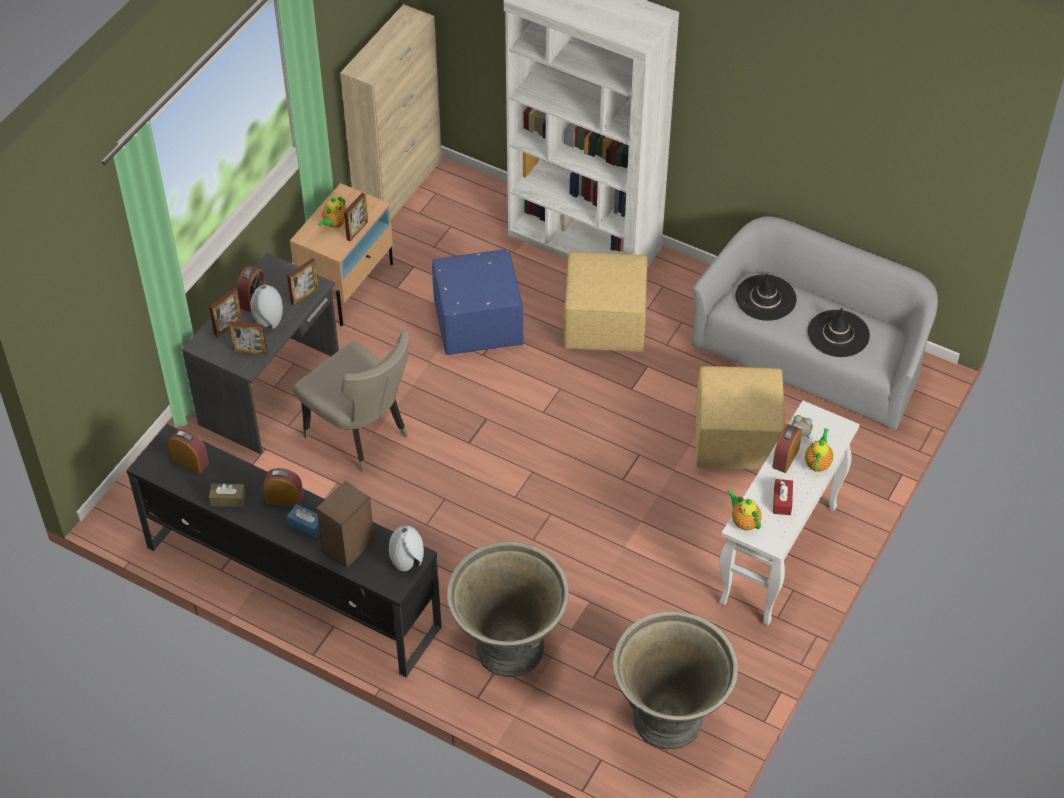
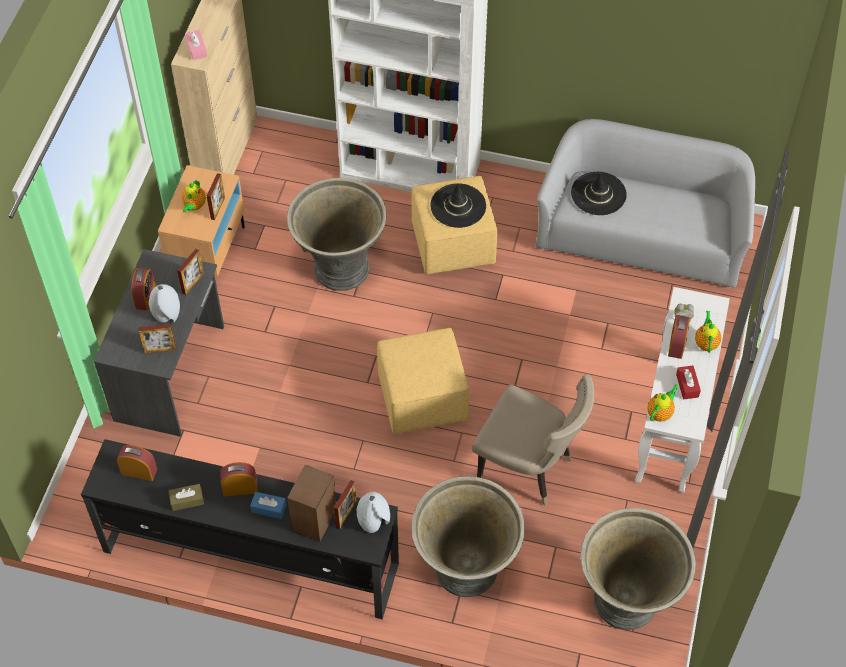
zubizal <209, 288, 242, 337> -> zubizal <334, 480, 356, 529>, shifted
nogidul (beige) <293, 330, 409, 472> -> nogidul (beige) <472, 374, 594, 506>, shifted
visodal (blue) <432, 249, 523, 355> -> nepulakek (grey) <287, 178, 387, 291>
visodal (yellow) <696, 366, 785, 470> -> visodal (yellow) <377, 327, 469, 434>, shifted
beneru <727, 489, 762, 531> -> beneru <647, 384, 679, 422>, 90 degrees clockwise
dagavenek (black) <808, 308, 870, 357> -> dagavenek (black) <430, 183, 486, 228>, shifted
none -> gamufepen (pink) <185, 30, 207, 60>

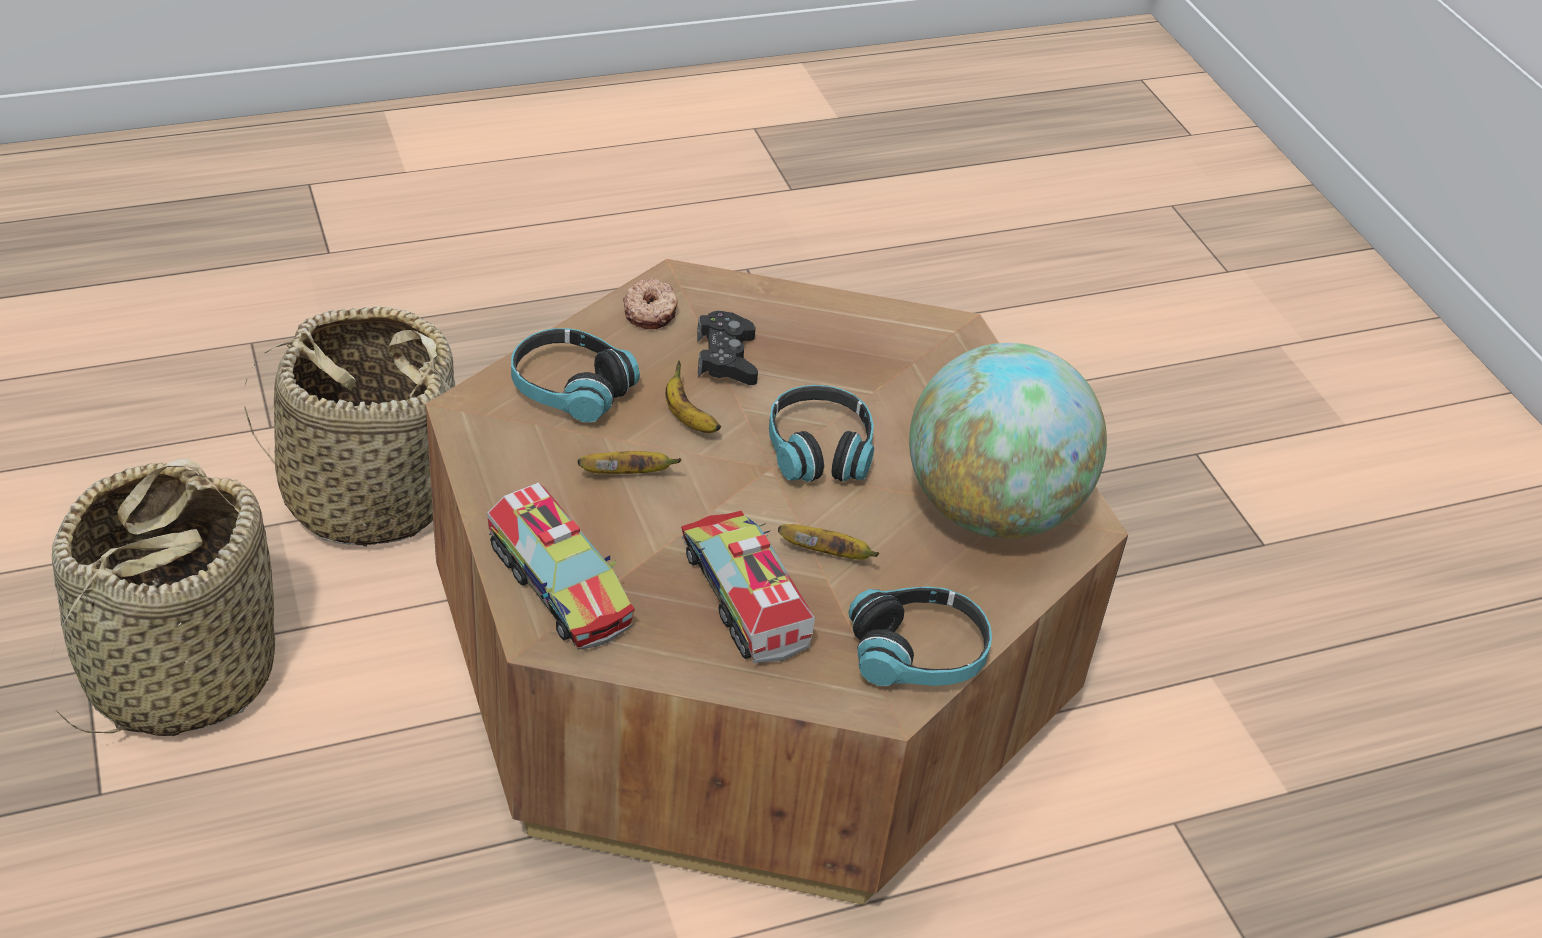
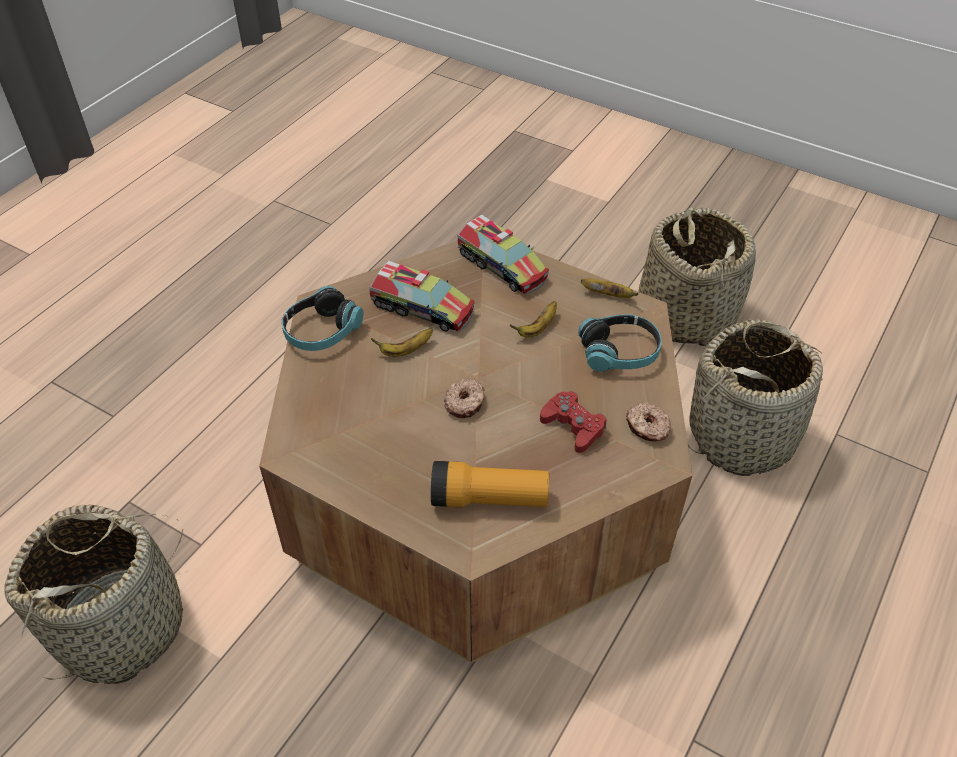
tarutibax <487, 483, 635, 650> -> tarutibax <457, 215, 549, 295>, 150 degrees counterclockwise
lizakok <665, 361, 721, 433> -> lizakok <581, 278, 639, 298>, shifted
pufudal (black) <697, 311, 758, 385> -> pufudal (red) <540, 391, 607, 453>
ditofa <769, 385, 874, 482> -> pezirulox <444, 378, 485, 418>
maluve <909, 343, 1107, 539> -> none
none -> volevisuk <4, 504, 183, 684>
none -> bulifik <431, 461, 549, 507>

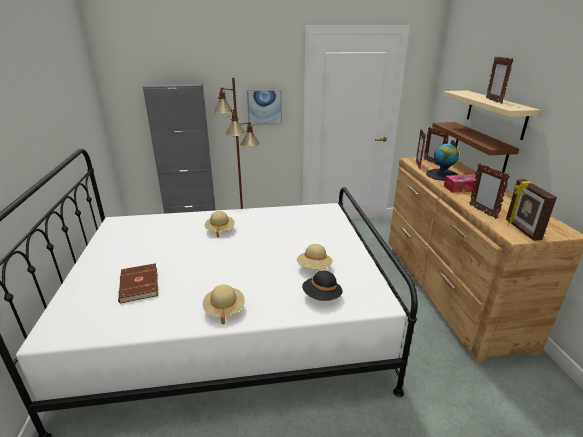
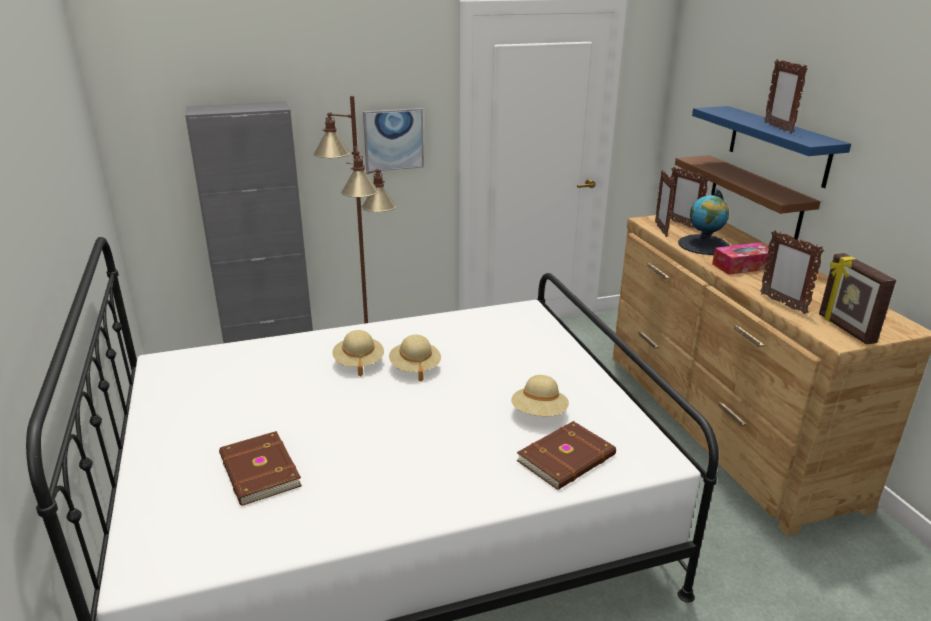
dagavenek (beige) <203, 285, 245, 324> -> dagavenek (beige) <389, 335, 441, 381>, shifted
dagavenek (black) <302, 271, 343, 301> -> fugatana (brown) <517, 421, 616, 490>
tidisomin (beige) <443, 90, 541, 140> -> tidisomin (blue) <692, 106, 851, 188>

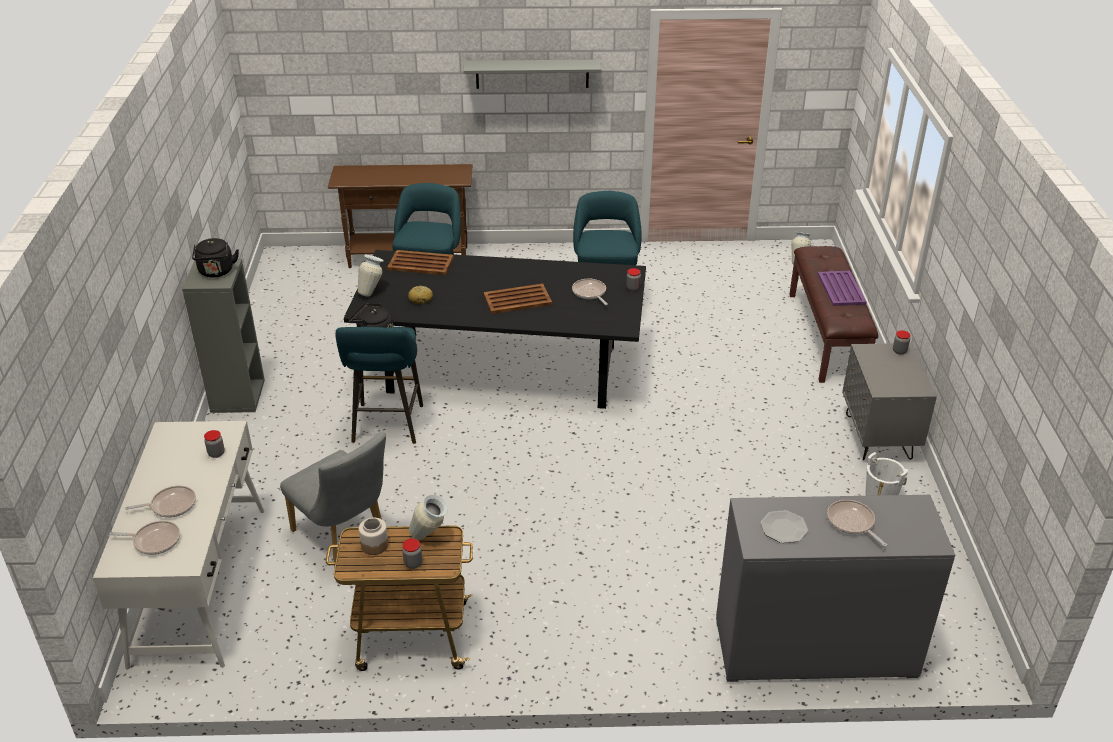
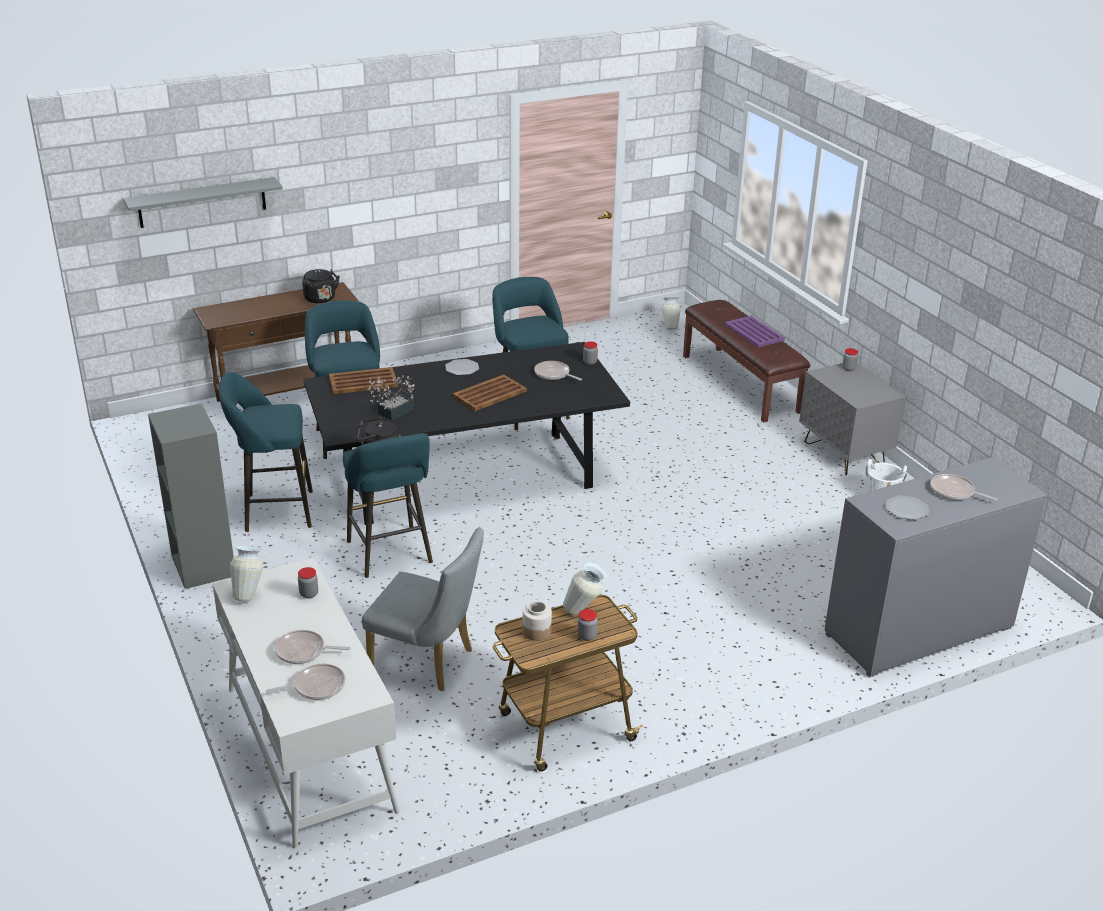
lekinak <125, 486, 196, 518> -> lekinak <275, 630, 351, 664>, 135 degrees counterclockwise
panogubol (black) <192, 238, 239, 277> -> panogubol (black) <302, 269, 340, 303>, shifted
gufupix <358, 255, 384, 297> -> gufupix <230, 546, 263, 602>, shifted
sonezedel <408, 286, 433, 304> -> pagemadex <368, 375, 415, 420>
tidisomin (grey) <463, 60, 601, 89> -> tidisomin (grey) <123, 177, 283, 228>, shifted
none -> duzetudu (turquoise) <219, 372, 313, 532>
none -> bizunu <445, 359, 479, 375>

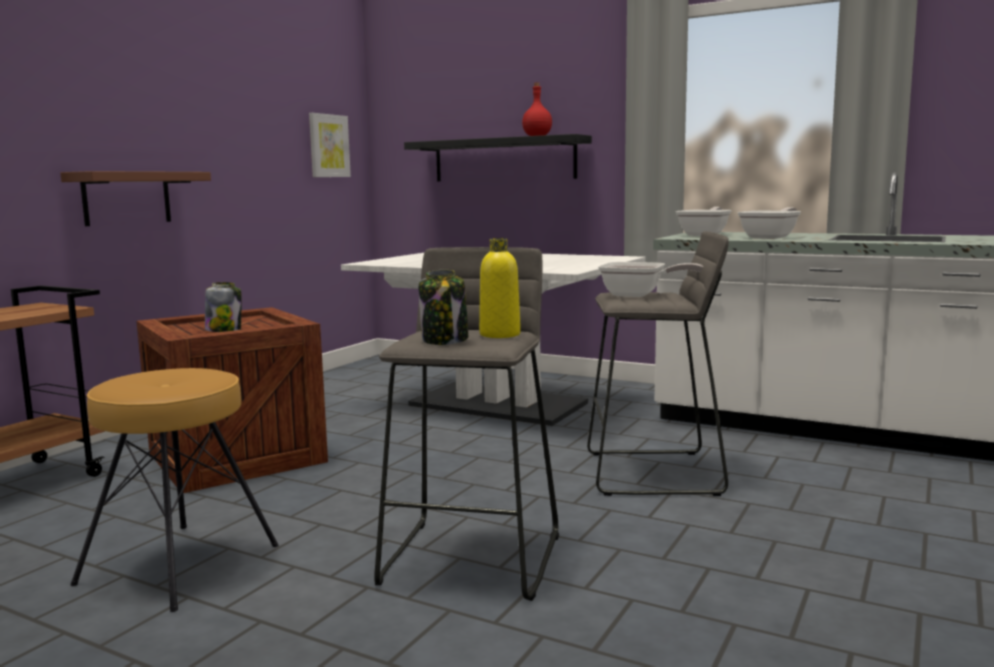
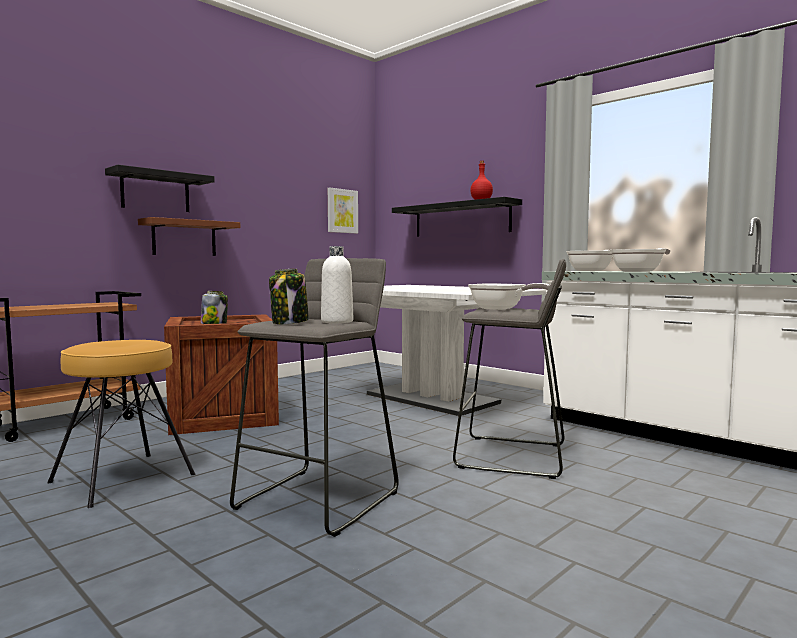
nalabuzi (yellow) <479, 238, 521, 338> -> nalabuzi (white) <321, 246, 353, 323>
none -> tidisomin (black) <105, 165, 215, 212>

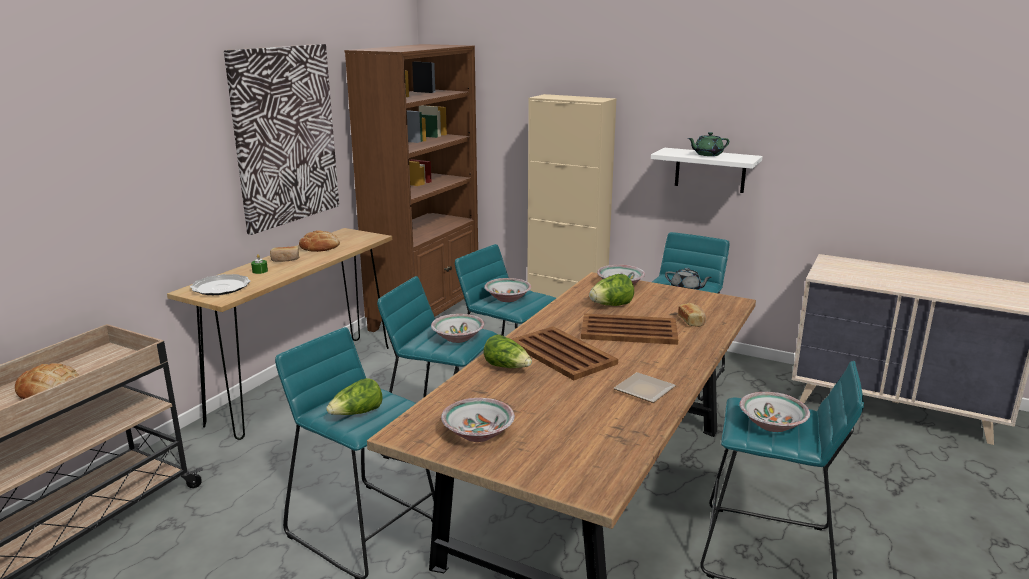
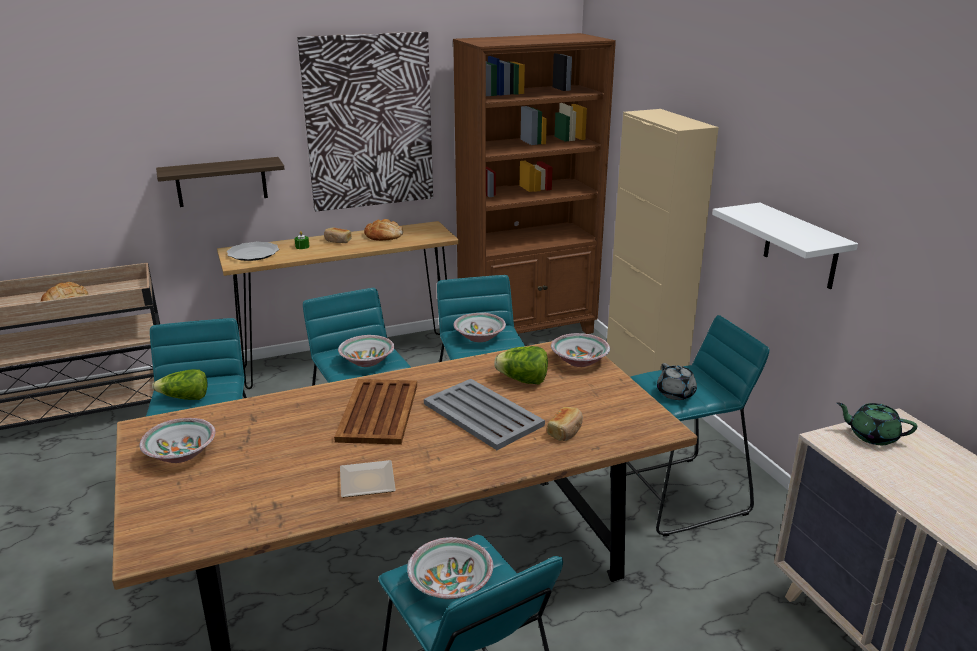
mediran <484, 334, 532, 368> -> none
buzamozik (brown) <581, 313, 678, 345> -> buzamozik (grey) <424, 379, 545, 450>
beneru (green) <688, 132, 729, 156> -> beneru (green) <837, 402, 917, 445>, shifted
none -> tidisomin <156, 157, 285, 207>

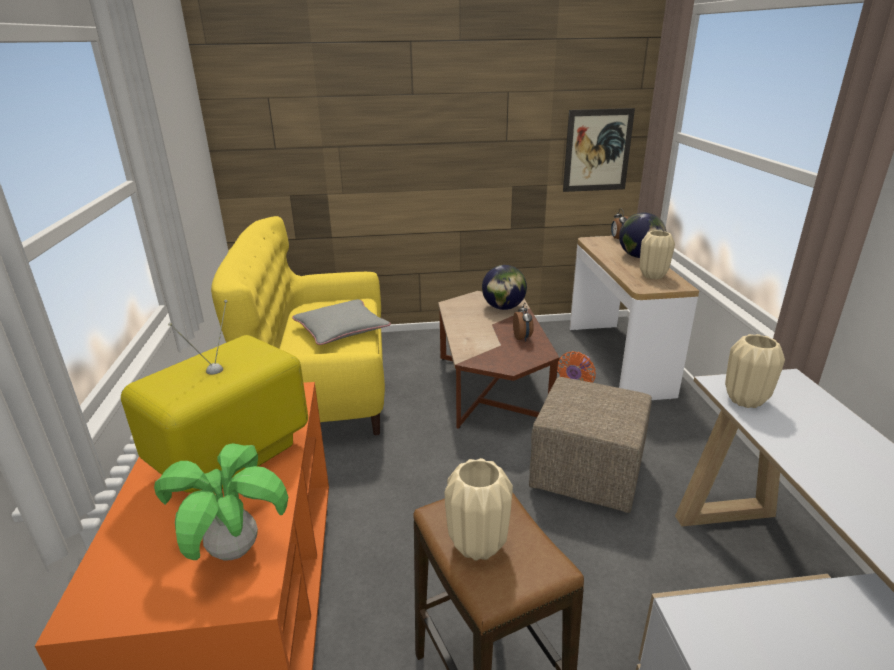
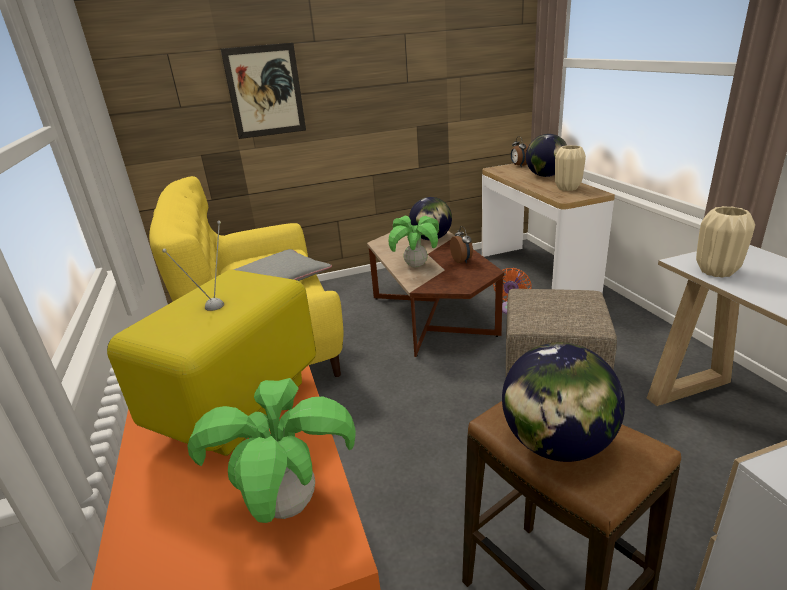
gufupix (beige) <444, 458, 513, 561> -> maluve <502, 342, 625, 462>
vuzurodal <563, 108, 635, 192> -> vuzurodal <221, 43, 306, 139>, shifted
none -> pagemadex <389, 216, 439, 268>

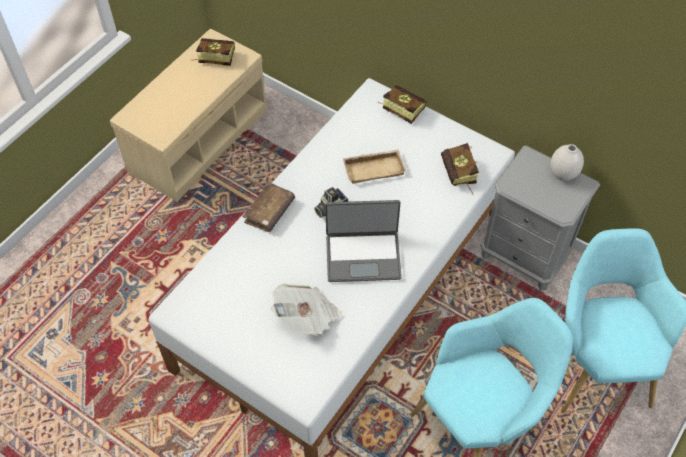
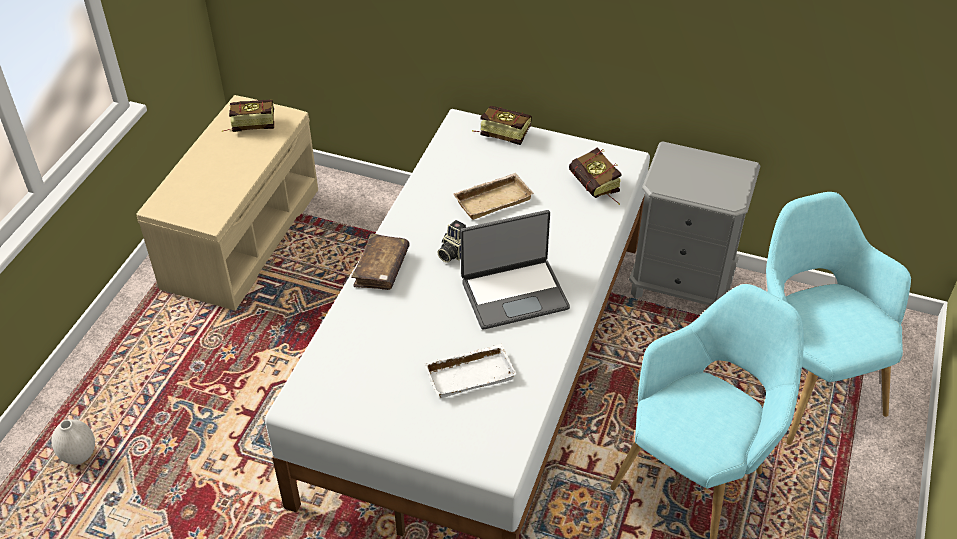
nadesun <271, 284, 342, 336> -> buzamozik (white) <424, 344, 517, 398>
gufupix (white) <550, 144, 584, 181> -> gufupix (white) <52, 419, 95, 464>, shifted

